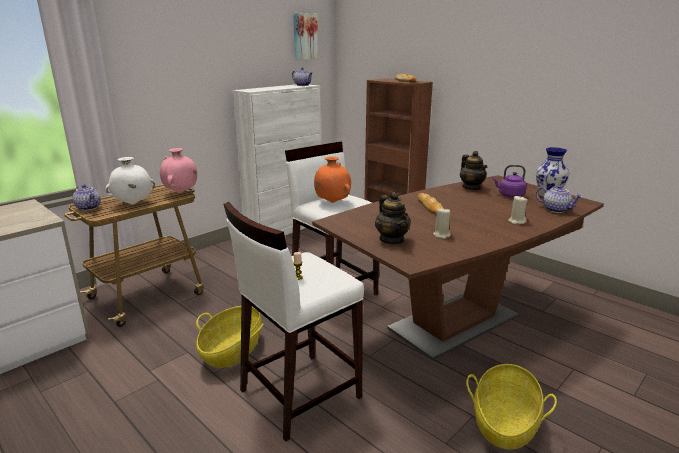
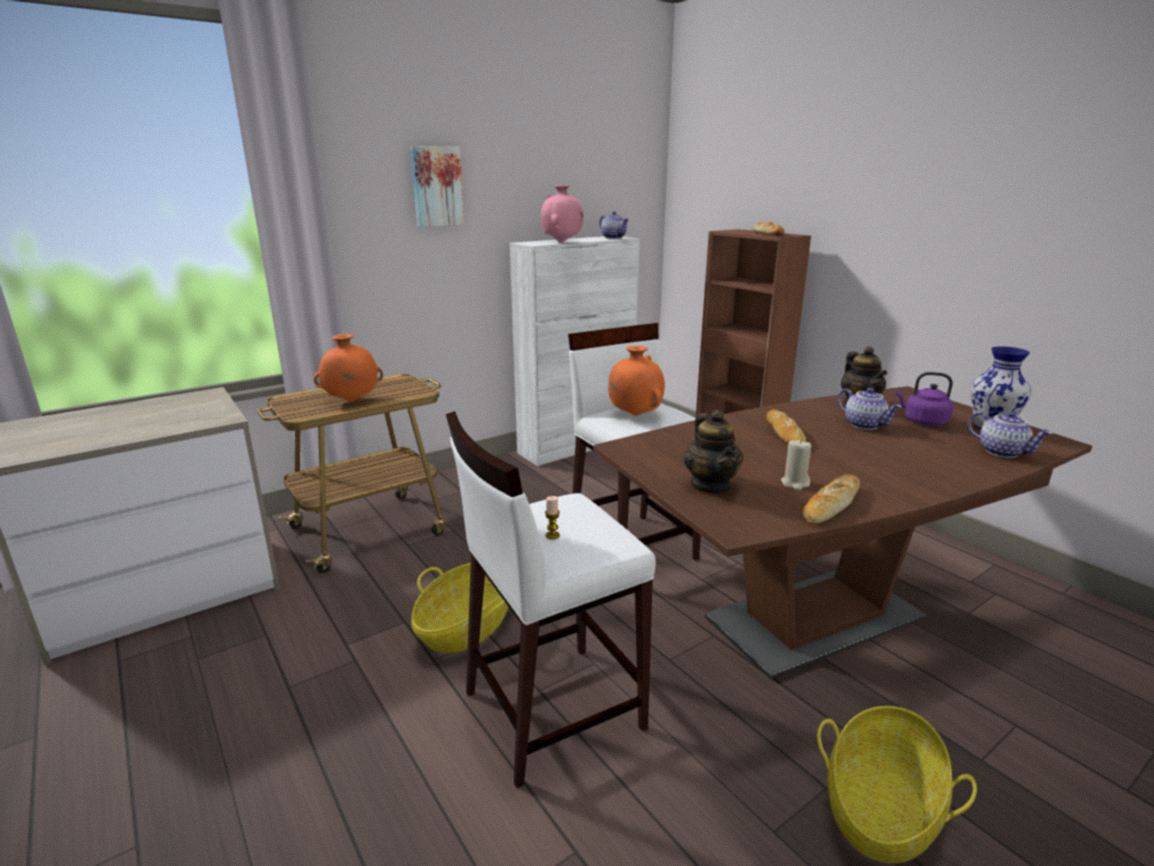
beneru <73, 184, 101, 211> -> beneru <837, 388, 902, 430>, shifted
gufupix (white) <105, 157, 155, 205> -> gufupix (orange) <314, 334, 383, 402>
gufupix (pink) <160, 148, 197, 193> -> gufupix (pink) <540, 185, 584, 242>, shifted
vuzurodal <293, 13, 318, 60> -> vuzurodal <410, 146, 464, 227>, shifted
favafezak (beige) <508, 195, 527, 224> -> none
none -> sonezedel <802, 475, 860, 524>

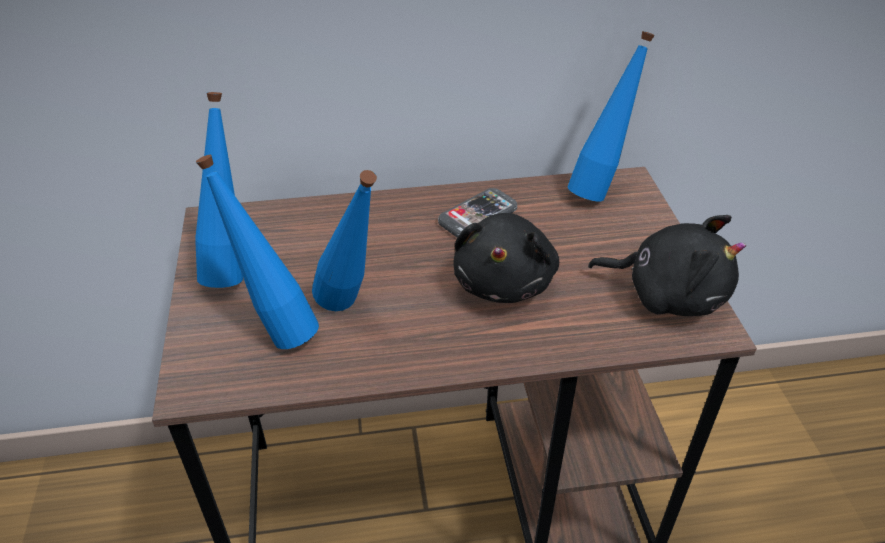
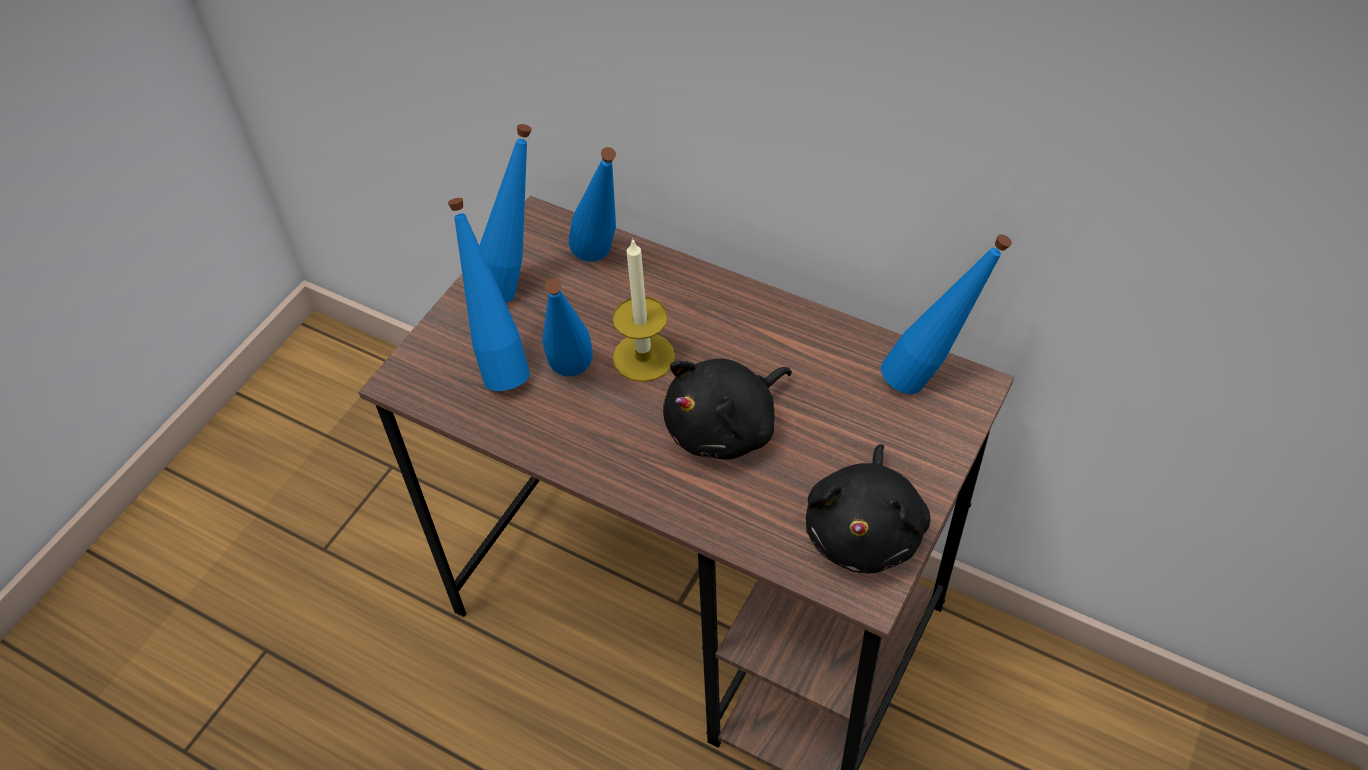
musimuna <438, 188, 517, 237> -> none
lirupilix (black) <588, 215, 746, 316> -> lirupilix (black) <806, 444, 930, 573>, 45 degrees clockwise
none -> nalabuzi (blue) <569, 147, 616, 262>
none -> favafezak <612, 238, 675, 382>

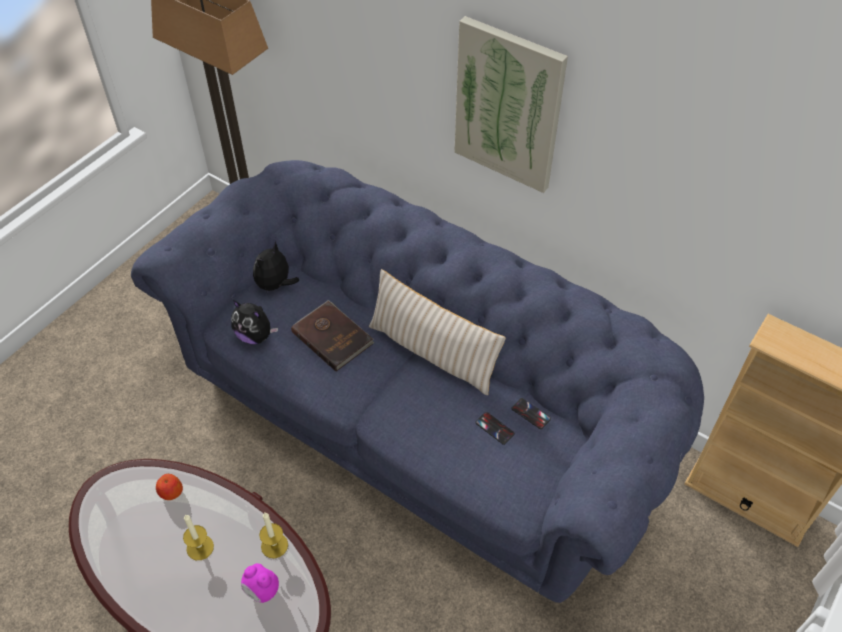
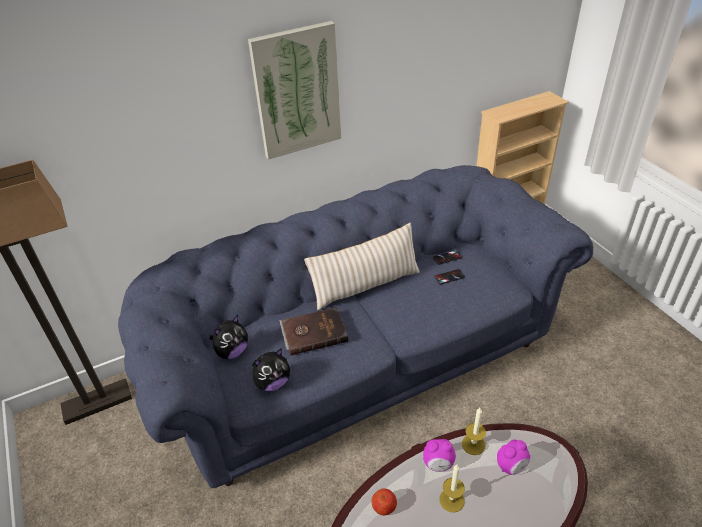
lirupilix <253, 241, 299, 295> -> lirupilix <210, 315, 248, 359>, 105 degrees counterclockwise
none -> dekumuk <423, 439, 456, 472>

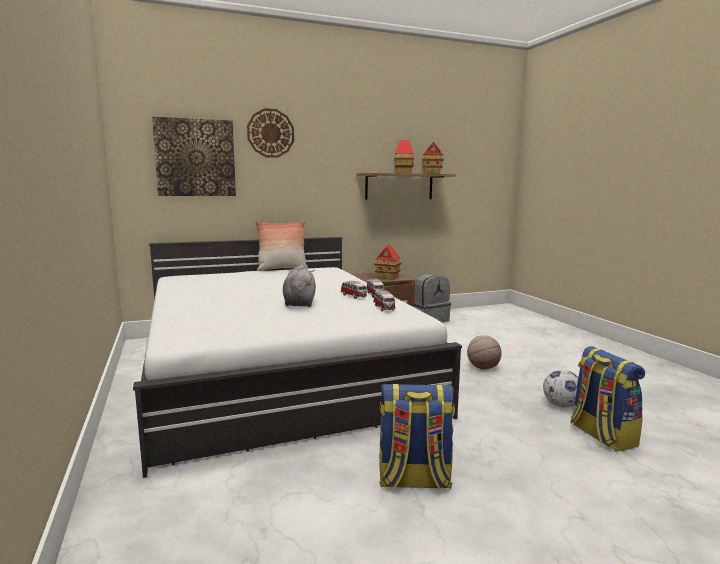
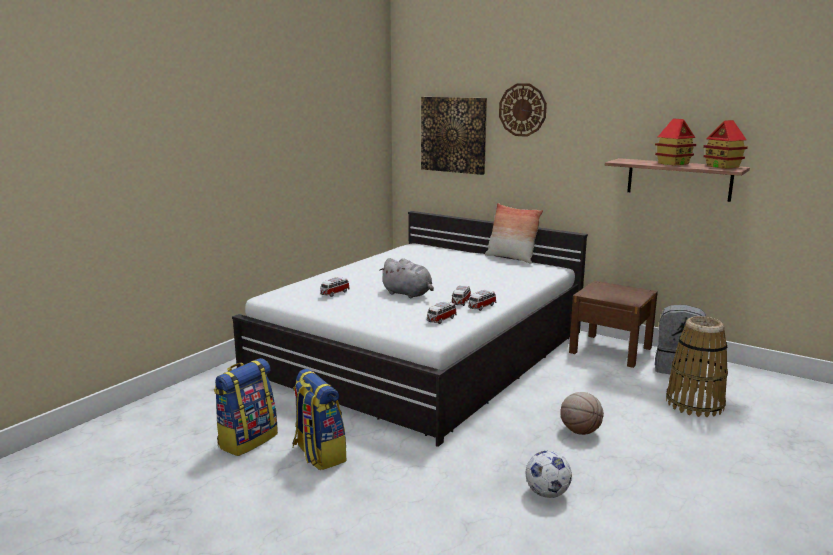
lirupilix (grey) <283, 265, 316, 307> -> lirupilix (grey) <380, 258, 434, 298>, 75 degrees clockwise
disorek <374, 245, 402, 280> -> none
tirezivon <571, 346, 645, 452> -> tirezivon <214, 358, 278, 456>, shifted
none -> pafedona <320, 277, 350, 297>
none -> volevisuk <666, 316, 728, 417>

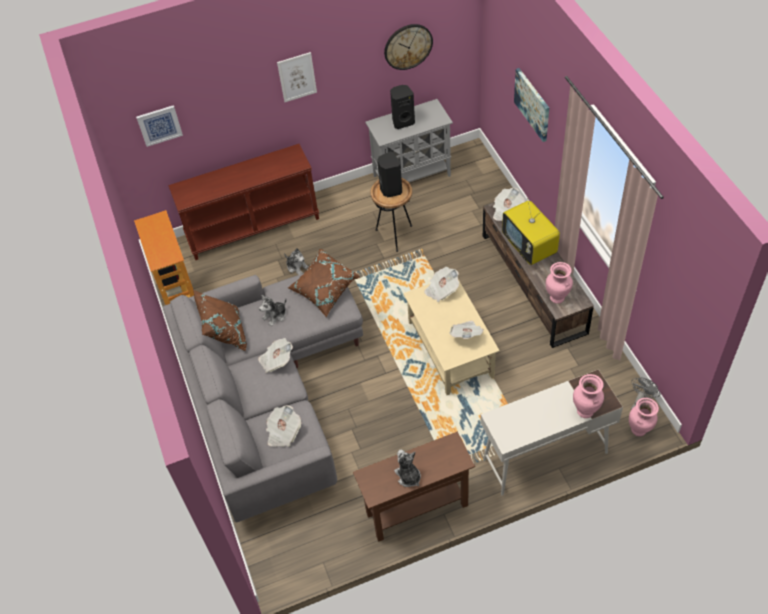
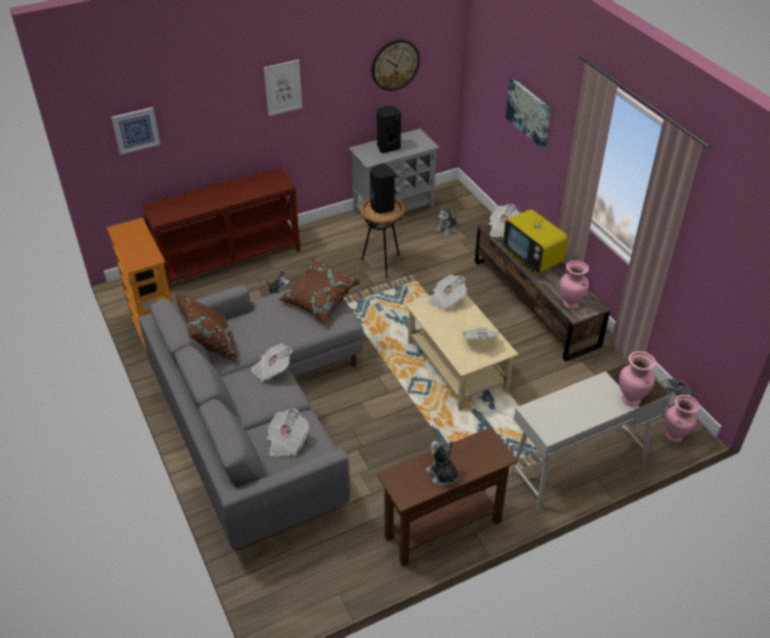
lirupilix <259, 295, 287, 326> -> lirupilix <436, 206, 457, 236>, shifted

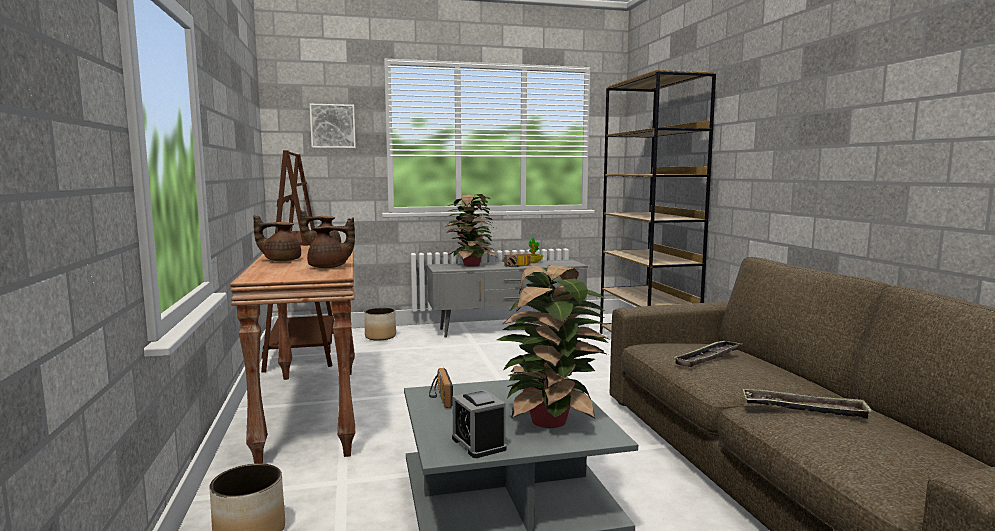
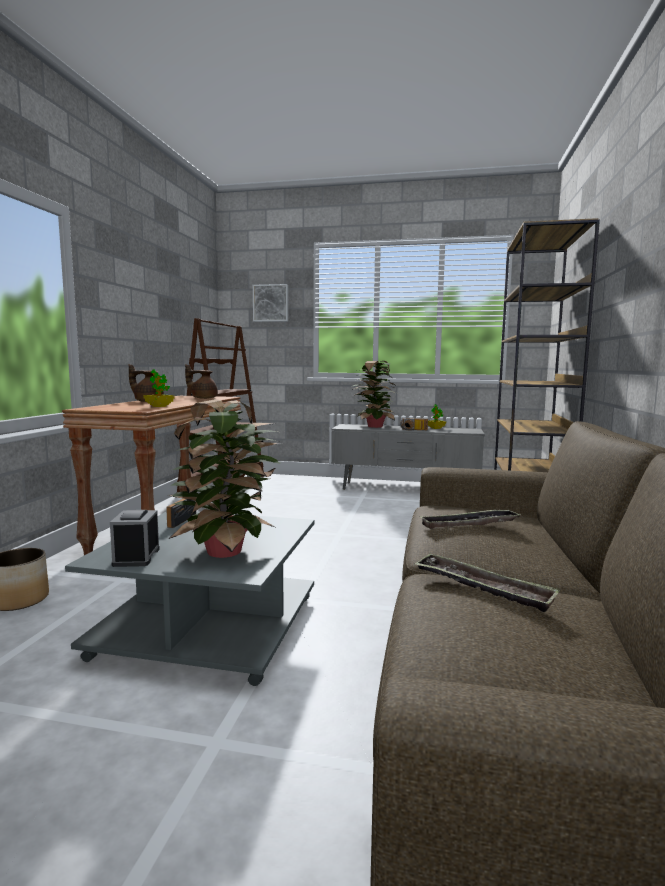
beneru (brown) <307, 217, 355, 268> -> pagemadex <143, 369, 174, 407>
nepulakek <364, 308, 396, 340> -> none

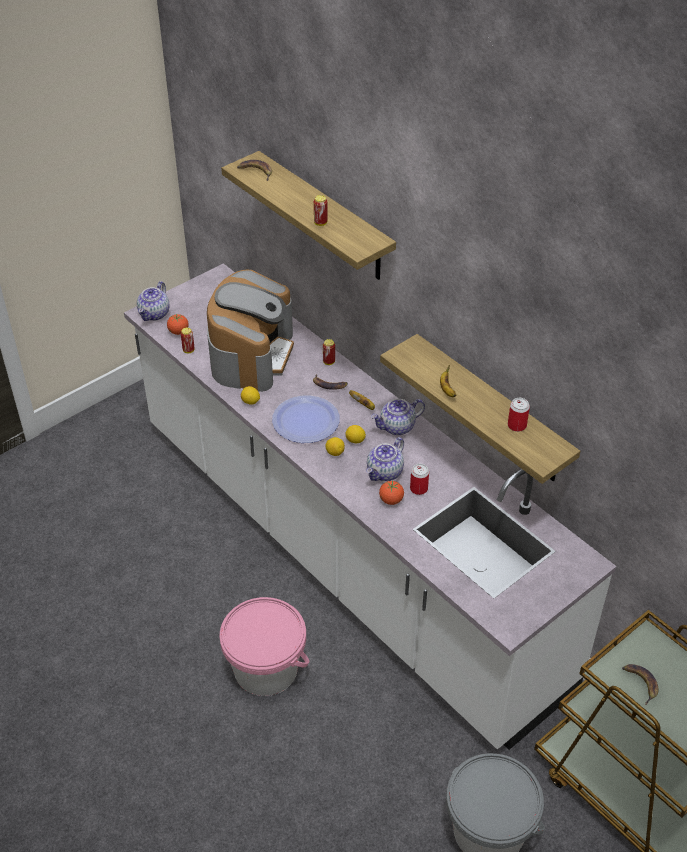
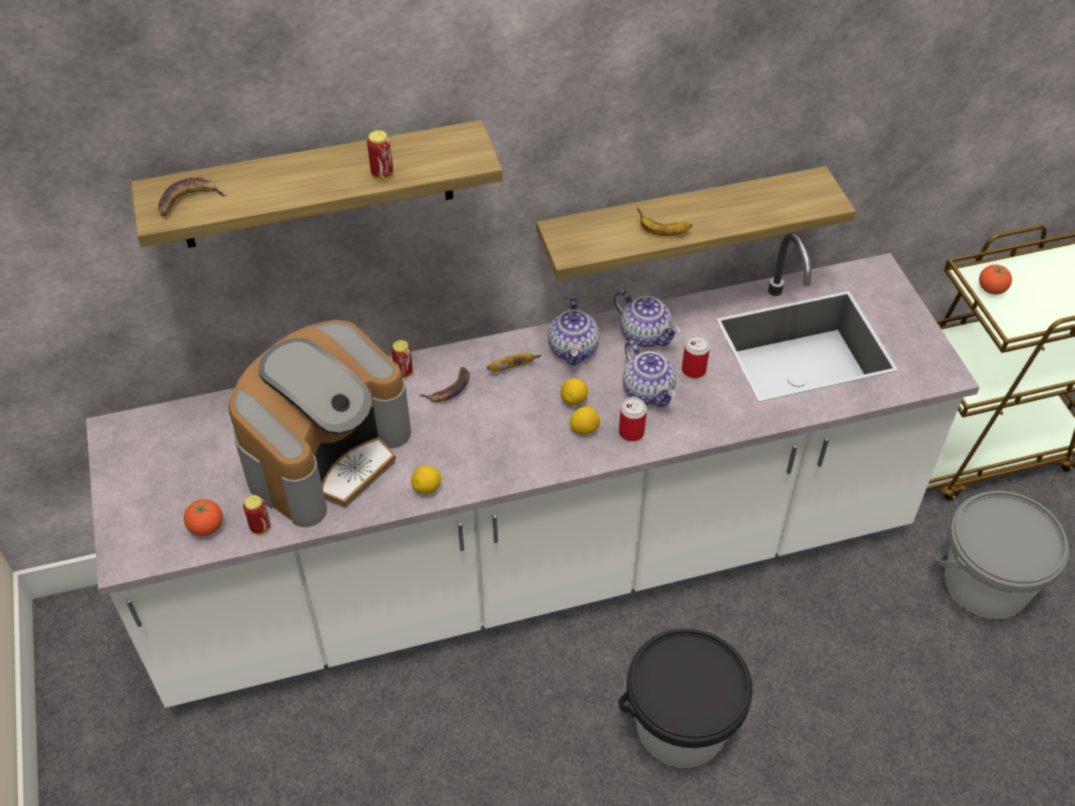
beneru <137, 281, 170, 321> -> beneru <614, 290, 681, 348>, shifted
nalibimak <207, 270, 294, 392> -> nalibimak <228, 320, 411, 527>, 90 degrees clockwise
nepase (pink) <220, 597, 309, 696> -> nepase (black) <618, 629, 753, 768>
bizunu <272, 395, 340, 443> -> none
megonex <379, 481, 404, 505> -> megonex <979, 265, 1012, 294>, shifted
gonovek <508, 398, 530, 432> -> gonovek <619, 397, 647, 441>, shifted
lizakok <622, 664, 659, 705> -> none

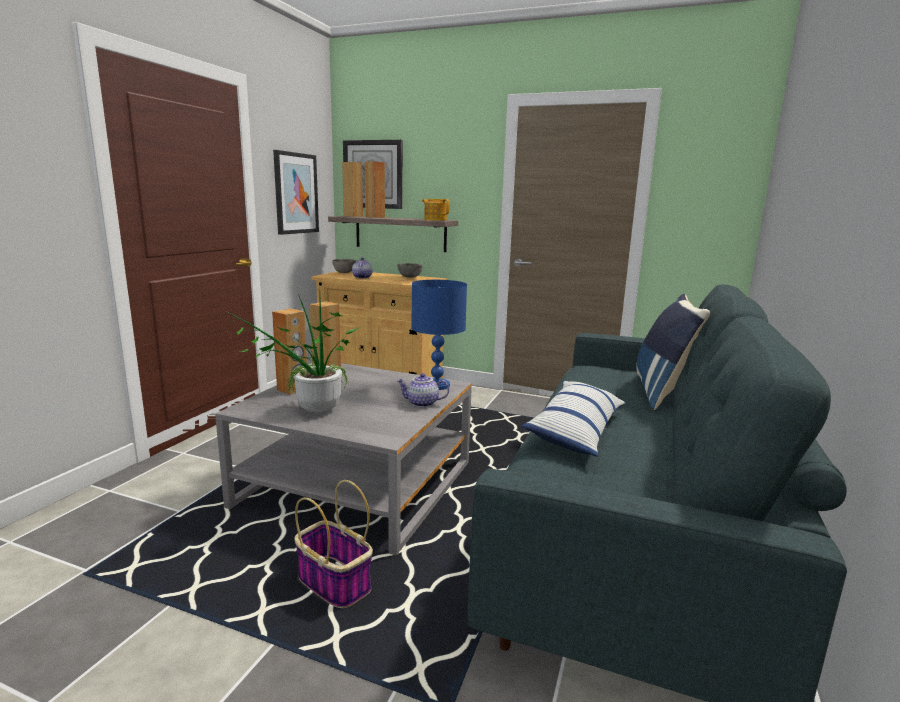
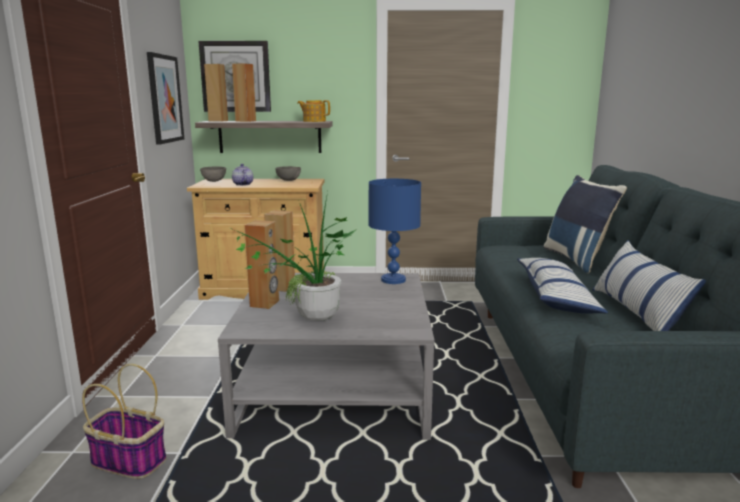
volevisuk <295, 480, 373, 608> -> volevisuk <82, 364, 167, 479>, shifted
beneru <396, 373, 449, 407> -> none
none -> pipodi <592, 240, 706, 331>

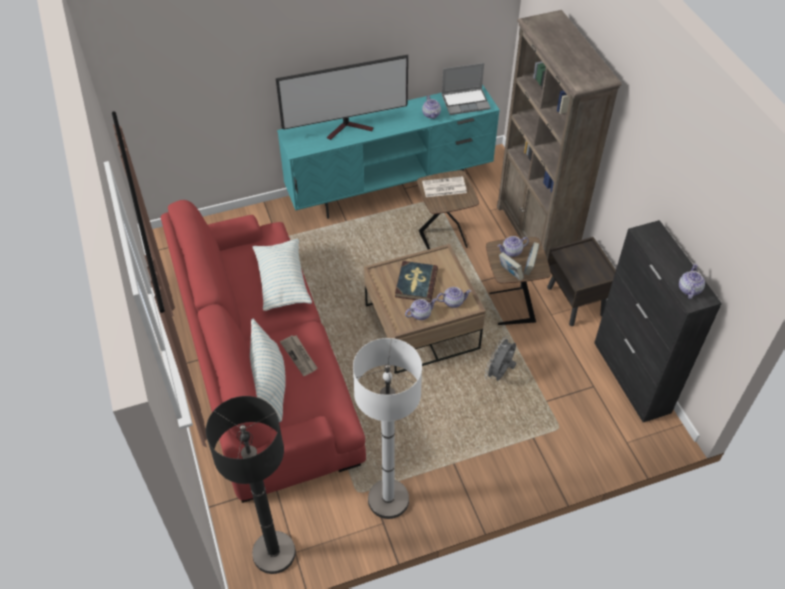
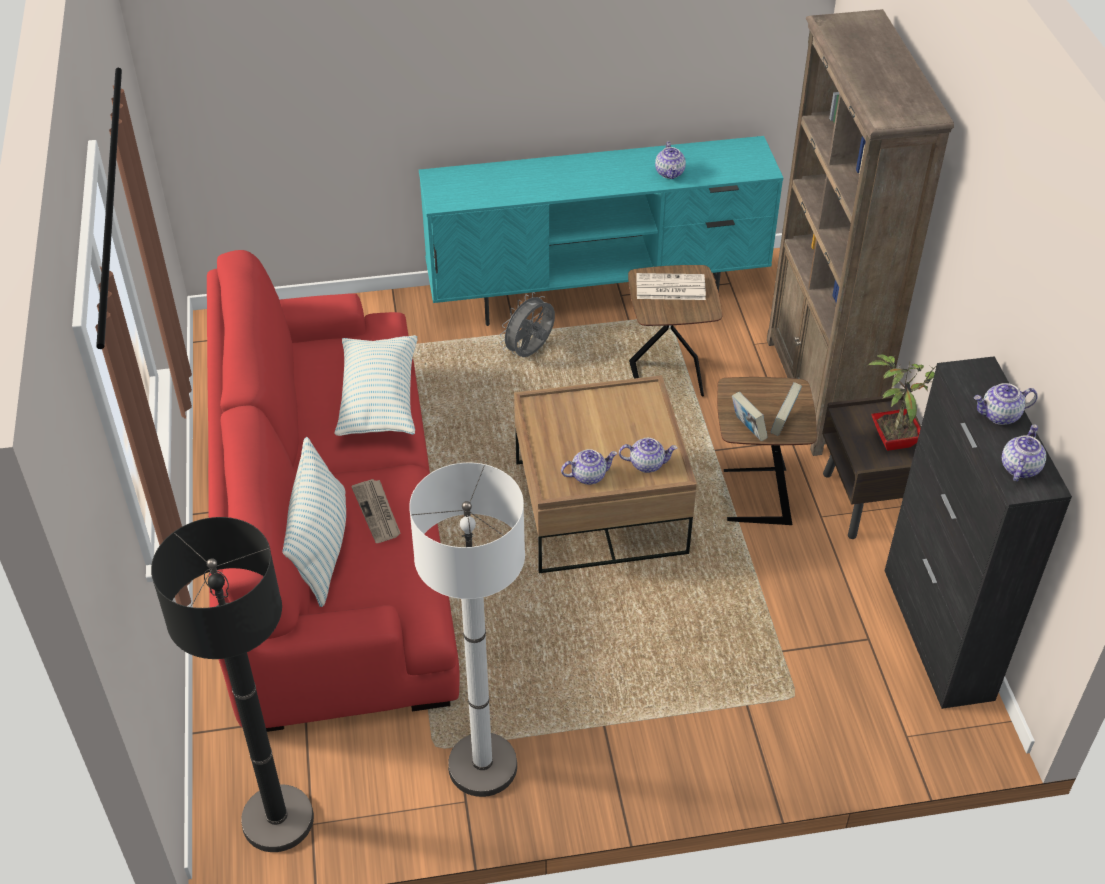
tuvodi <276, 55, 408, 140> -> none
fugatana <395, 261, 438, 302> -> none
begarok <442, 63, 490, 115> -> none
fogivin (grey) <485, 336, 516, 381> -> fogivin (grey) <500, 292, 555, 357>, shifted
beneru <497, 236, 529, 257> -> beneru <974, 383, 1038, 425>, shifted
none -> pagemadex <868, 354, 942, 451>

